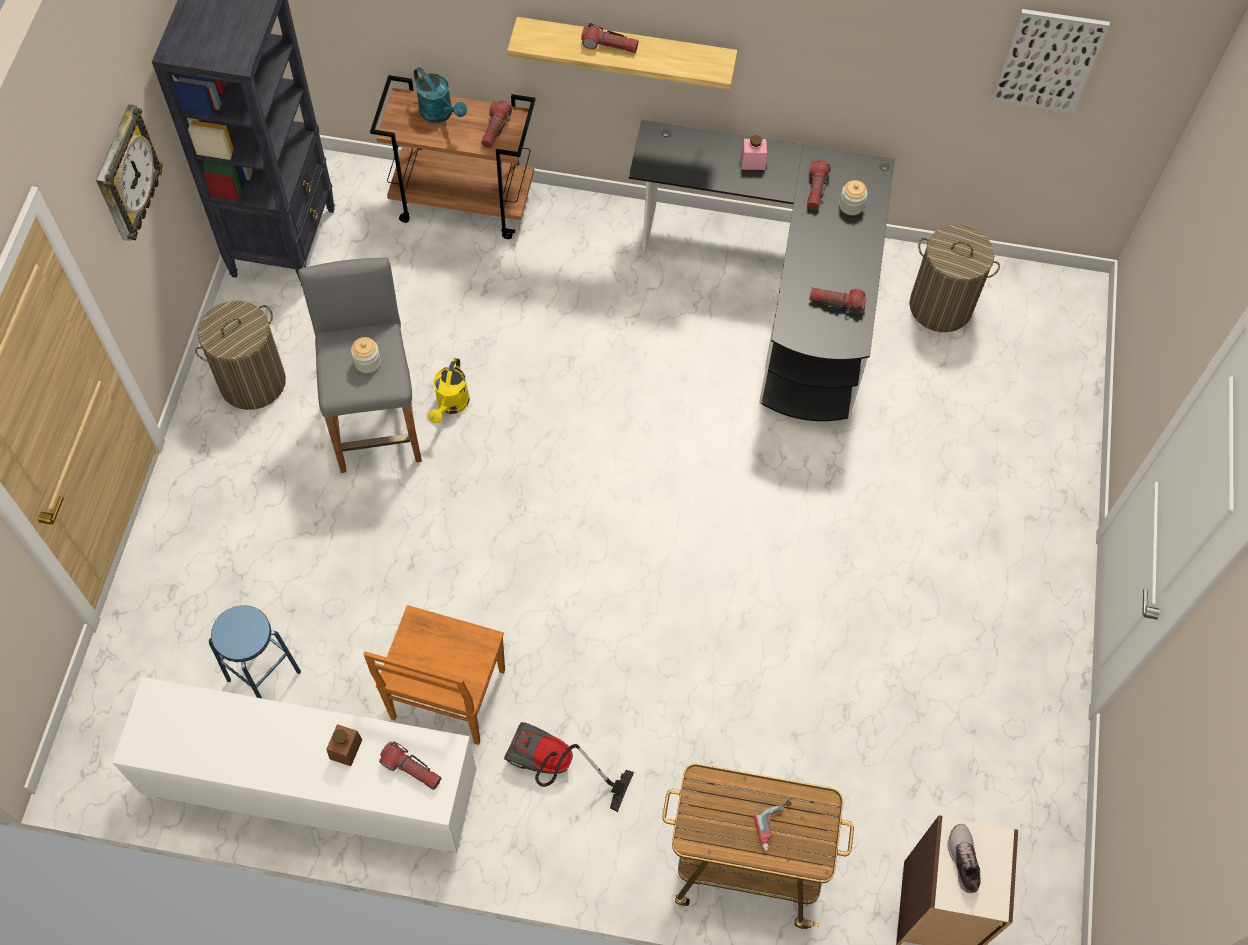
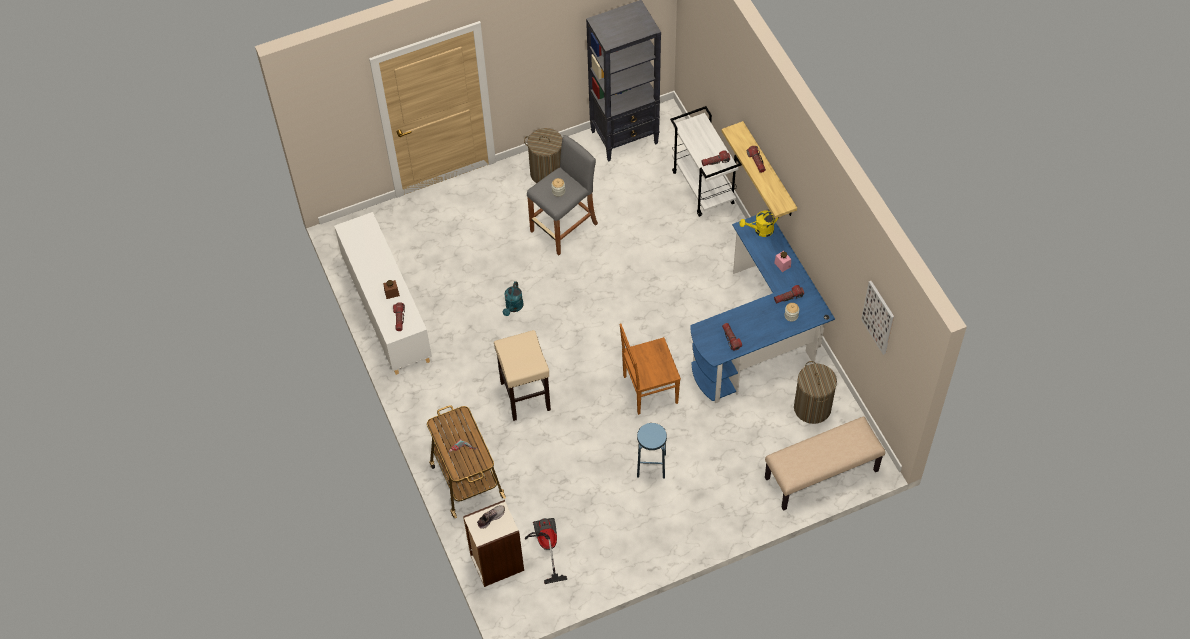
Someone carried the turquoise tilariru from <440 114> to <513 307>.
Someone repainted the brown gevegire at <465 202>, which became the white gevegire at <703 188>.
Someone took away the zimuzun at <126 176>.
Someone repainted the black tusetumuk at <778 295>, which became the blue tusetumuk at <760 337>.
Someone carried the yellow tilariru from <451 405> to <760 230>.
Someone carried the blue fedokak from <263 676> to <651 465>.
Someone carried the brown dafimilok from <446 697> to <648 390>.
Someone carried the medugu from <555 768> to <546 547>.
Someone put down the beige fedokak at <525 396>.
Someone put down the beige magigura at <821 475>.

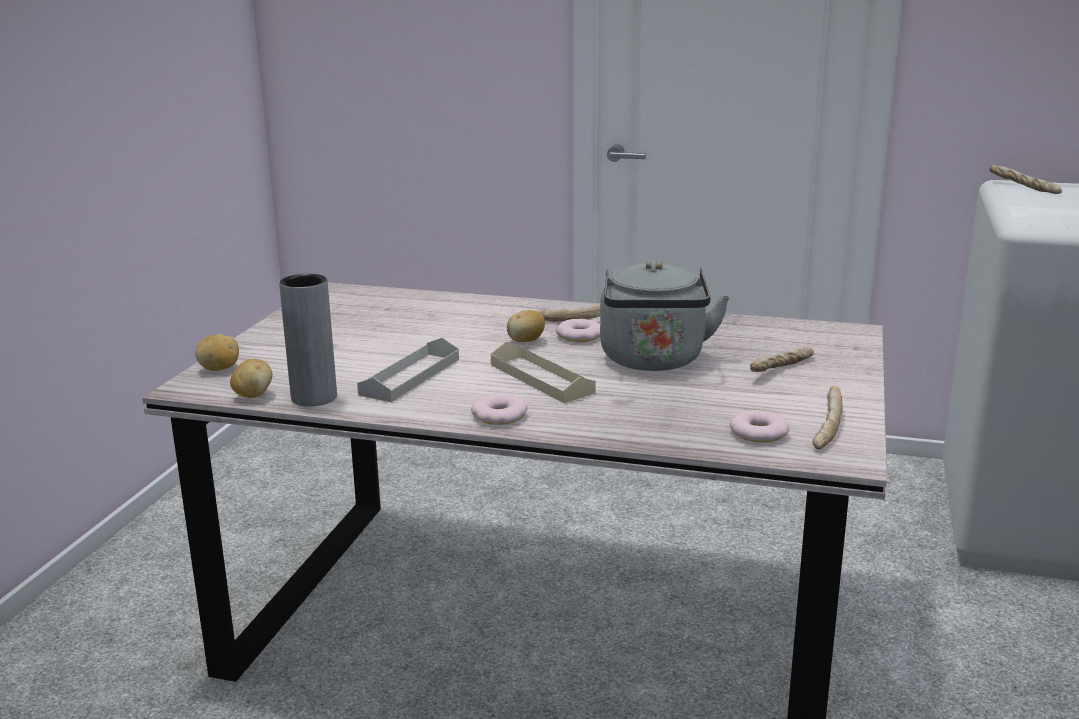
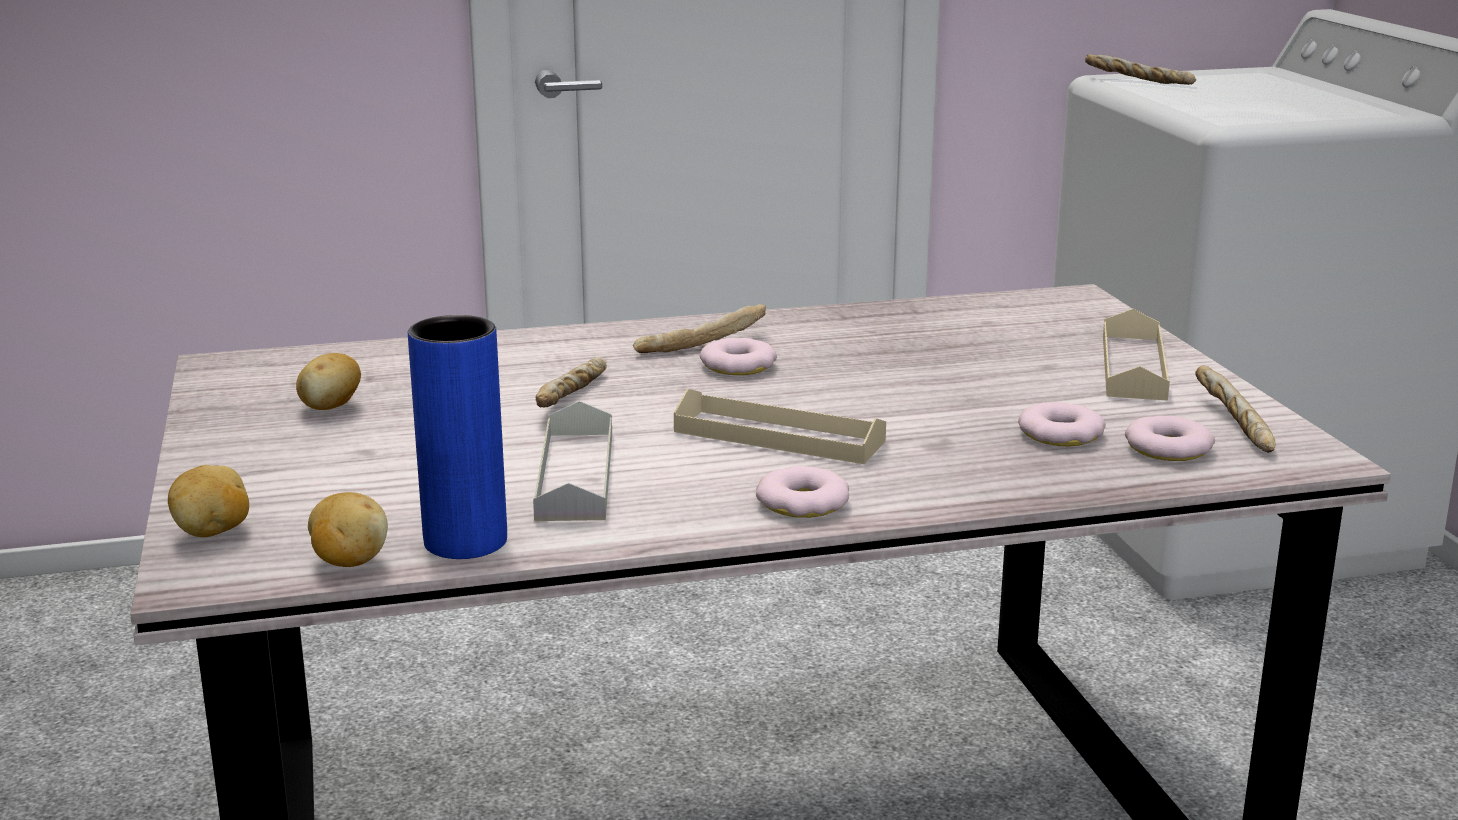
Someone took away the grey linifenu at <653 361>.
Someone repainted the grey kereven at <314 398>, which became the blue kereven at <465 541>.
Someone carried the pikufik from <525 341> to <330 407>.
Someone carried the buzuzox from <782 370> to <573 398>.
Someone put down the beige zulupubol at <1133 366>.
Someone put down the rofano at <1060 434>.

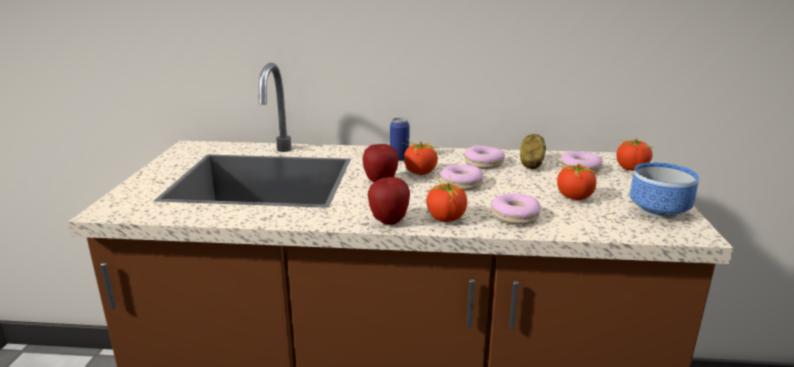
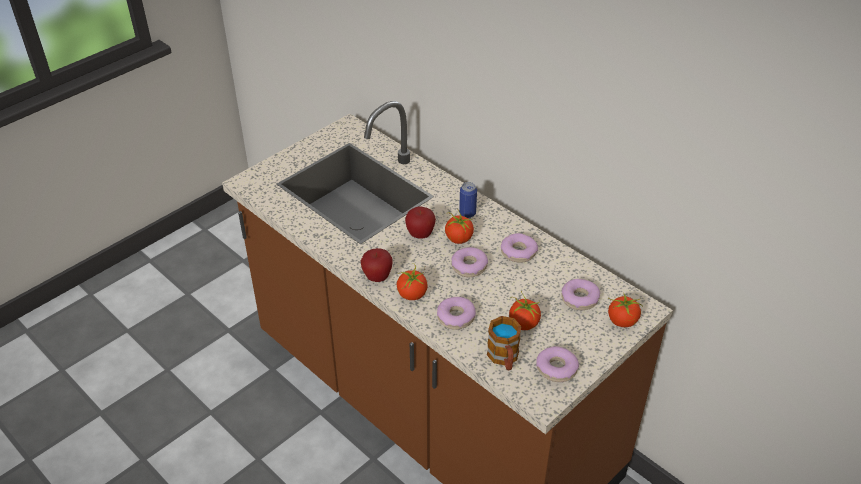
Someone took away the pikufik at <531 164>.
Someone swapped the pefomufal at <655 211> for the rofano at <556 368>.
Someone put down the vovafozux at <504 358>.

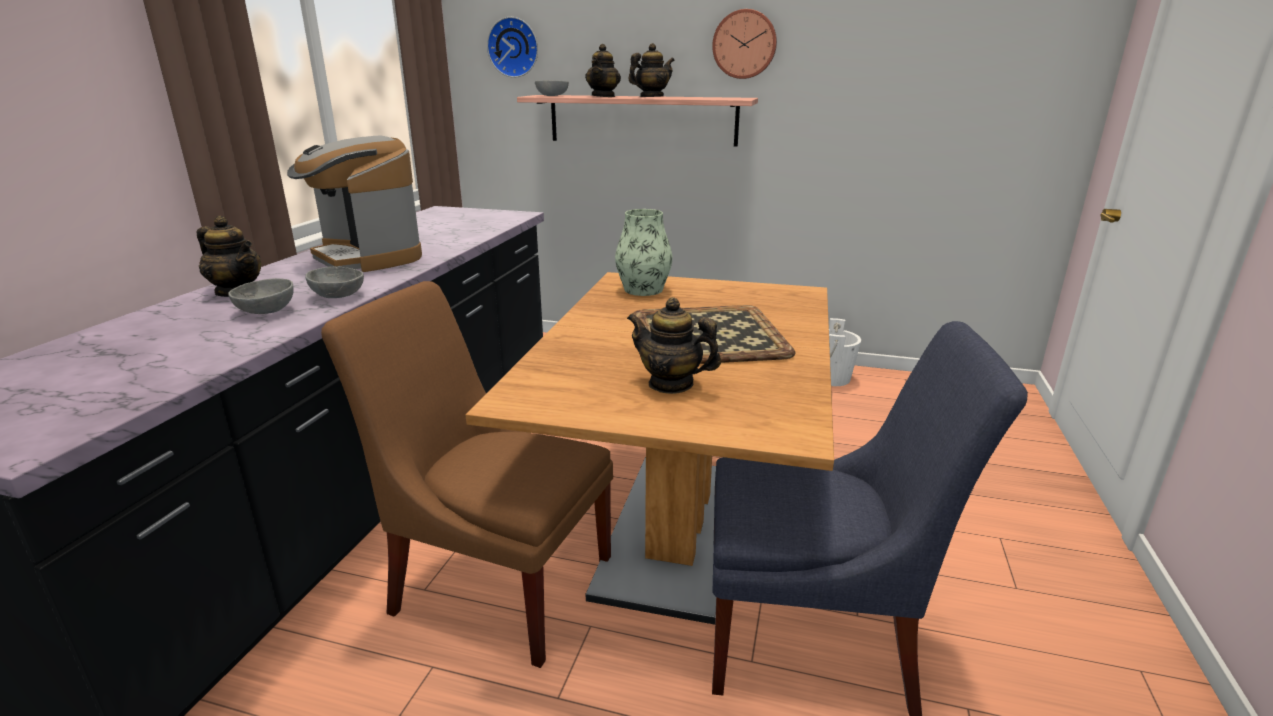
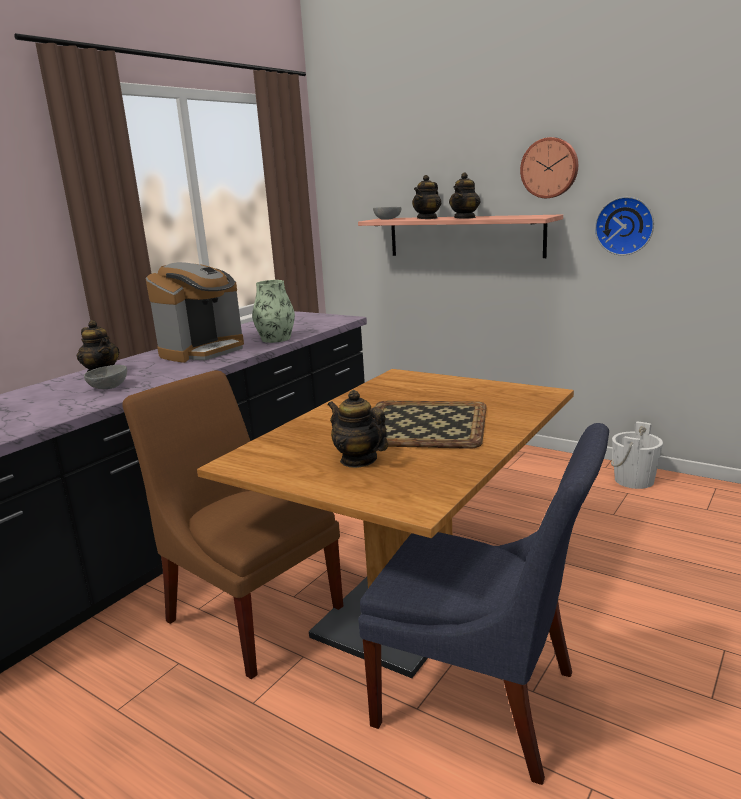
Someone carried the zimuzun from <514 47> to <625 225>.
Someone rotated the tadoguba at <651 97> by 135 degrees clockwise.
Someone rotated the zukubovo at <367 257> by 120 degrees counterclockwise.
Someone carried the kereven from <643 289> to <276 339>.
Someone took away the grey pefomufal at <339 295>.

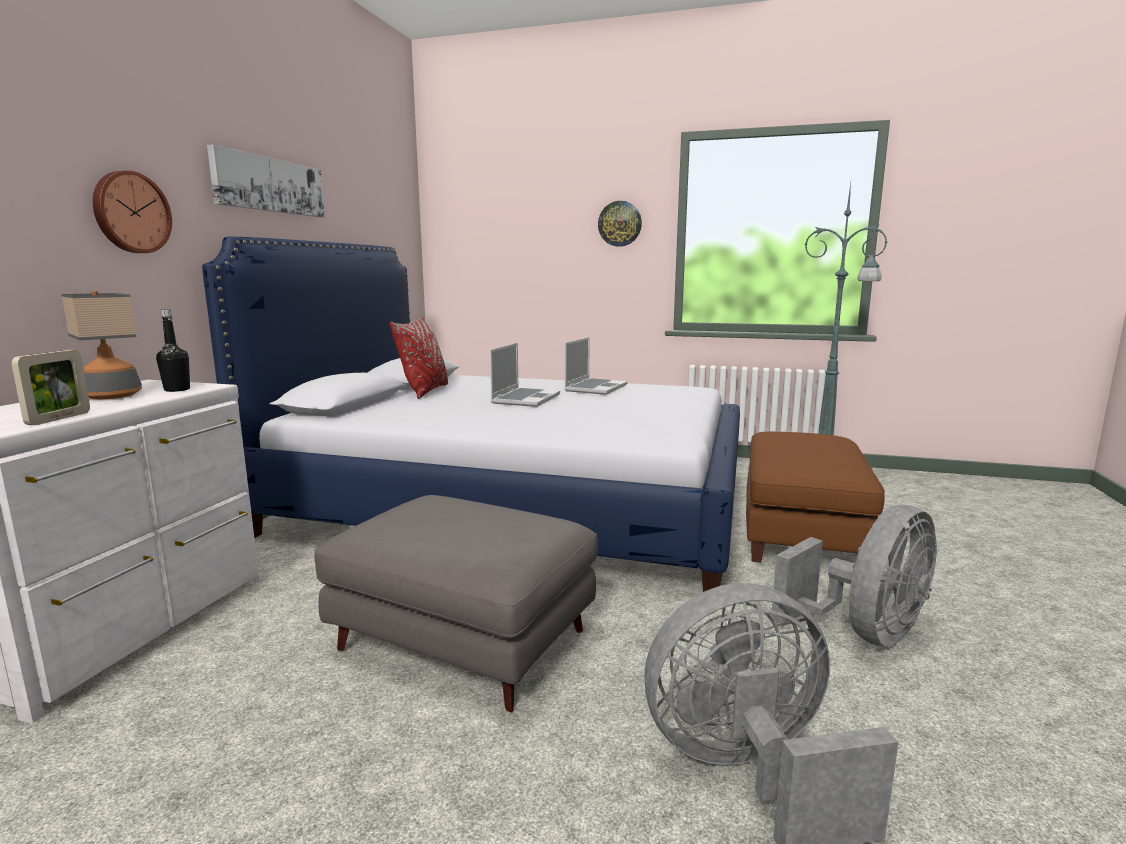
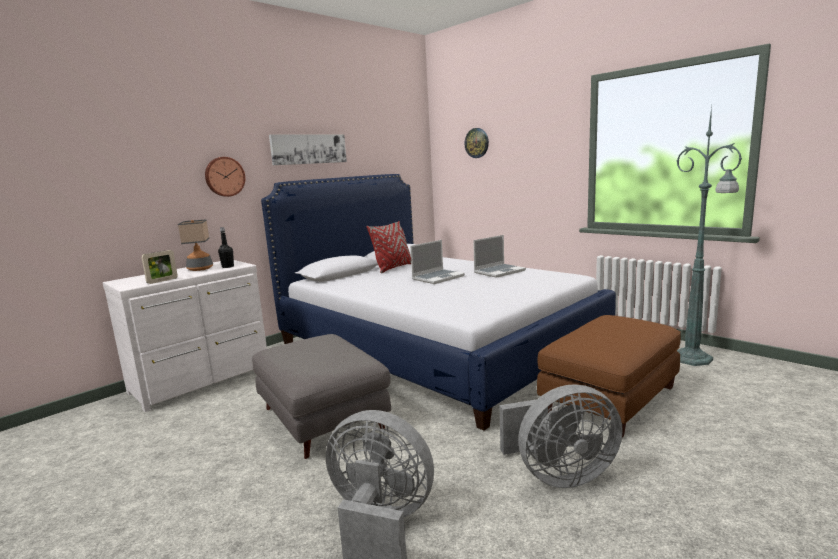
Someone carried the zimuzun from <620 224> to <477 143>.

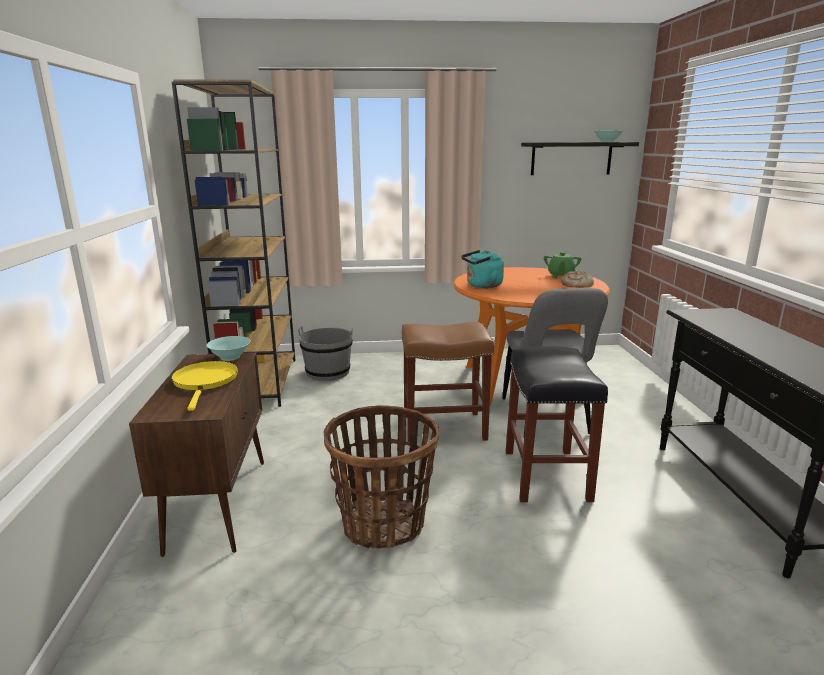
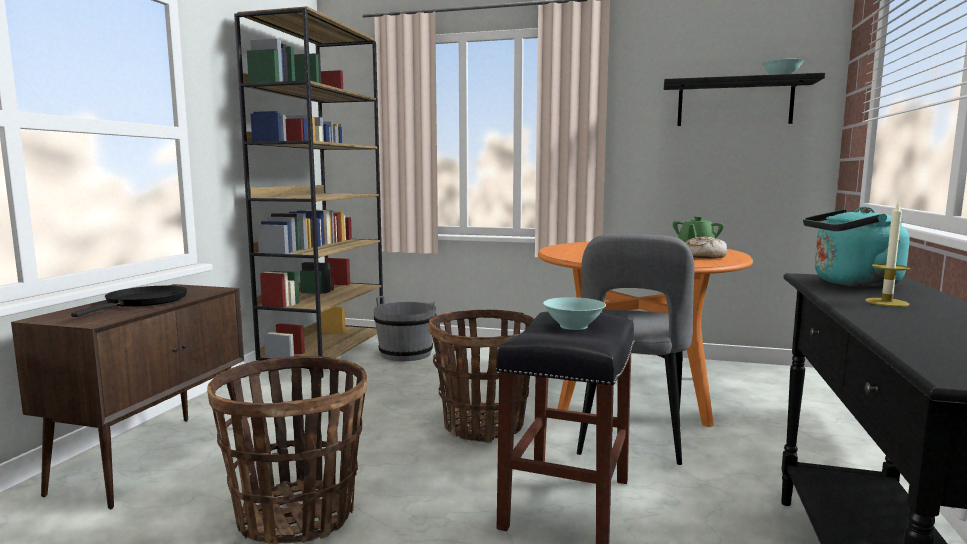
Someone carried the turquoise linifenu from <482 285> to <851 283>.
Someone swapped the brown fedokak at <445 427> for the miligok at <484 425>.
Someone carried the turquoise pefomufal from <230 357> to <573 326>.
Someone repainted the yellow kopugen at <205 381>, which became the black kopugen at <144 302>.
Someone put down the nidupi at <886 302>.

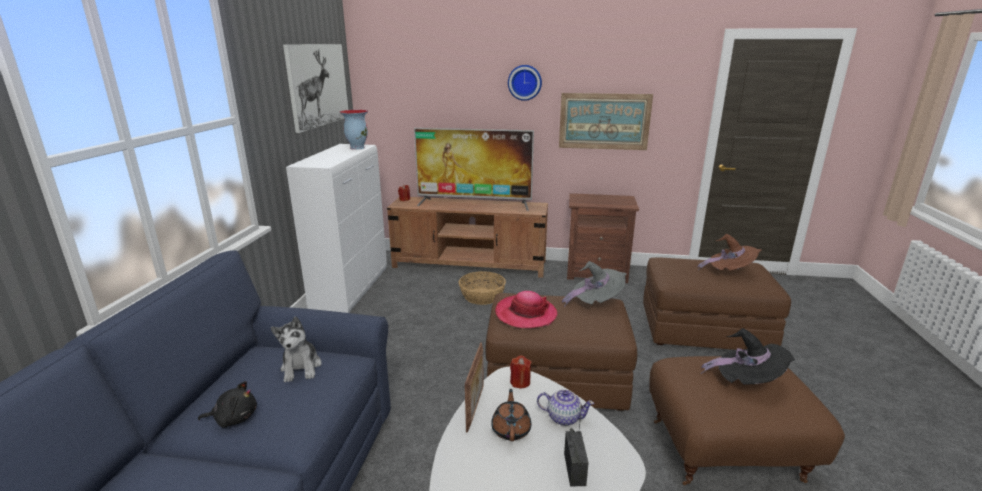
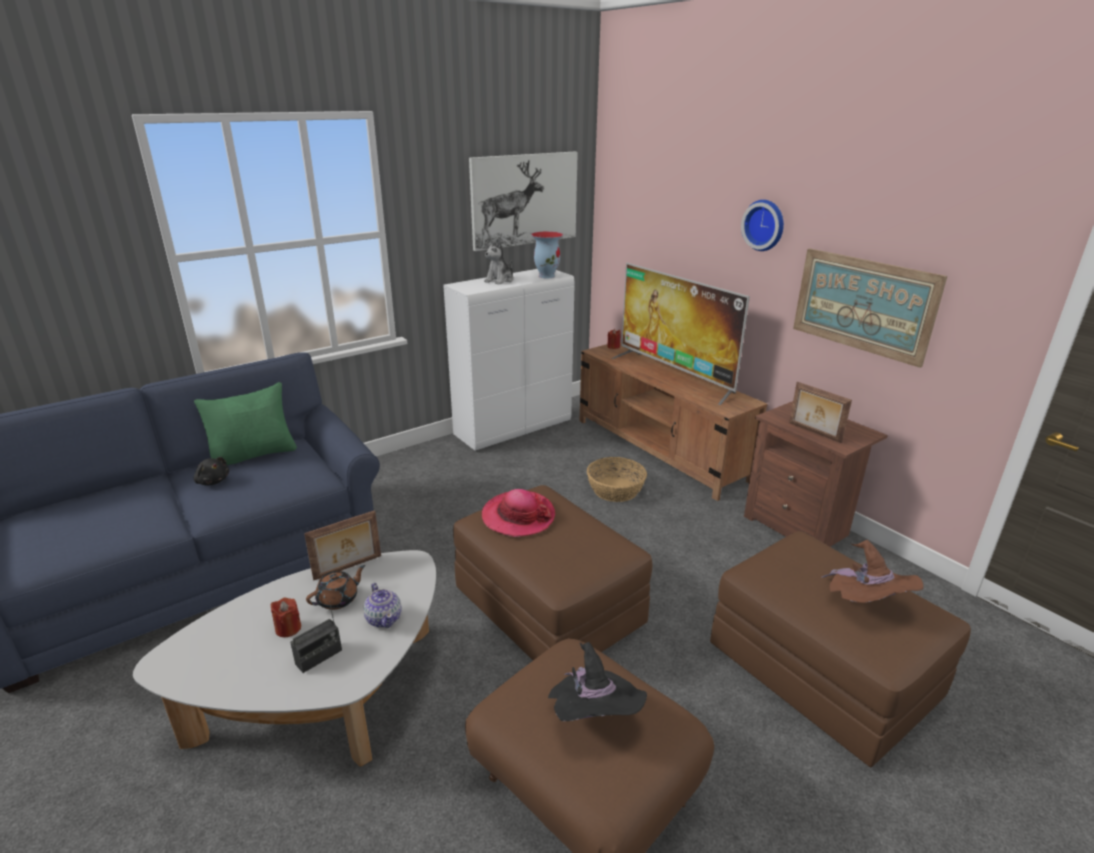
Someone took away the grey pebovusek at <595 302>.
Someone carried the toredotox from <301 368> to <500 280>.
Someone carried the red nidupi from <520 382> to <288 628>.
Someone put down the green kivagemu at <254 454>.
Someone put down the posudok at <814 433>.

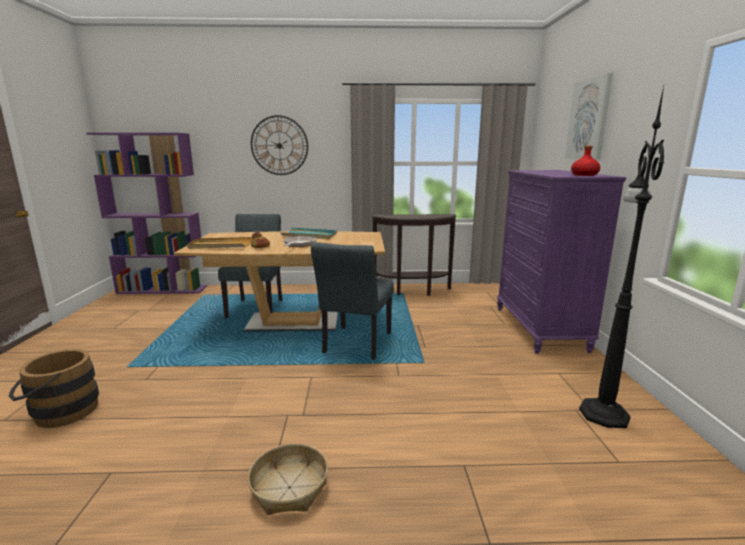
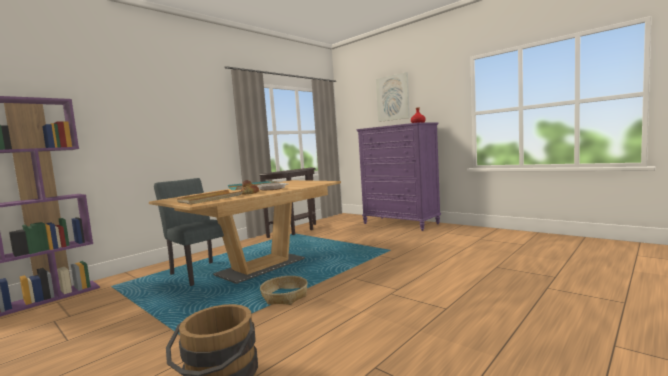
Someone took away the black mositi at <604 412>.
Someone took away the zimuzun at <279 145>.
Someone took away the grey dafimilok at <355 345>.
Someone carried the miligok from <289 487> to <284 296>.

